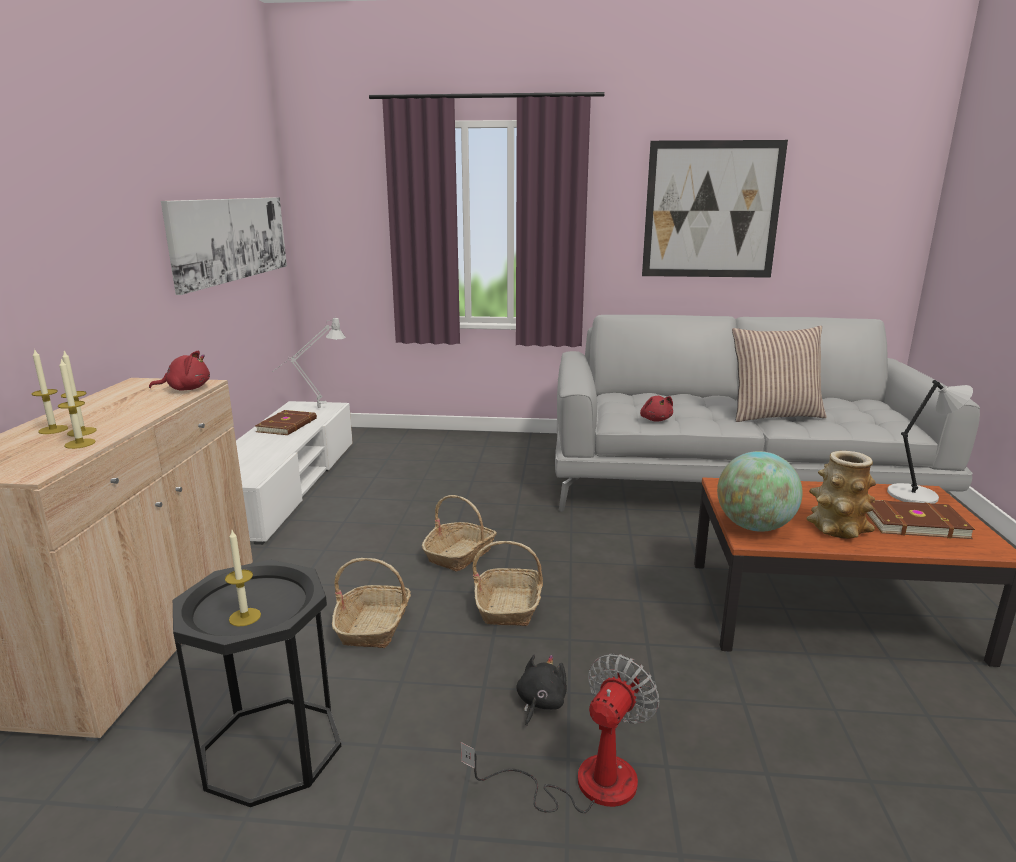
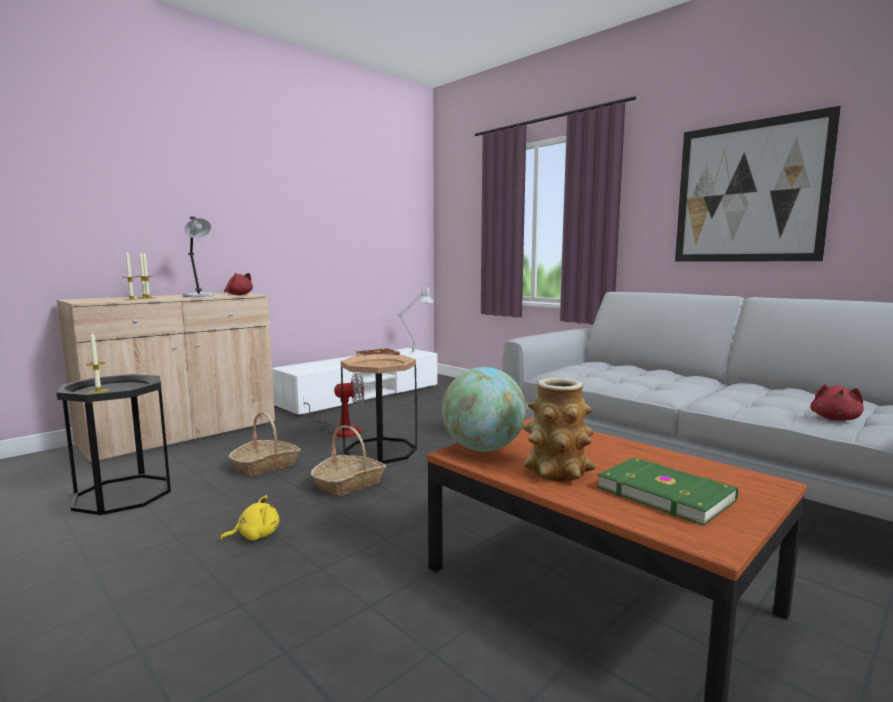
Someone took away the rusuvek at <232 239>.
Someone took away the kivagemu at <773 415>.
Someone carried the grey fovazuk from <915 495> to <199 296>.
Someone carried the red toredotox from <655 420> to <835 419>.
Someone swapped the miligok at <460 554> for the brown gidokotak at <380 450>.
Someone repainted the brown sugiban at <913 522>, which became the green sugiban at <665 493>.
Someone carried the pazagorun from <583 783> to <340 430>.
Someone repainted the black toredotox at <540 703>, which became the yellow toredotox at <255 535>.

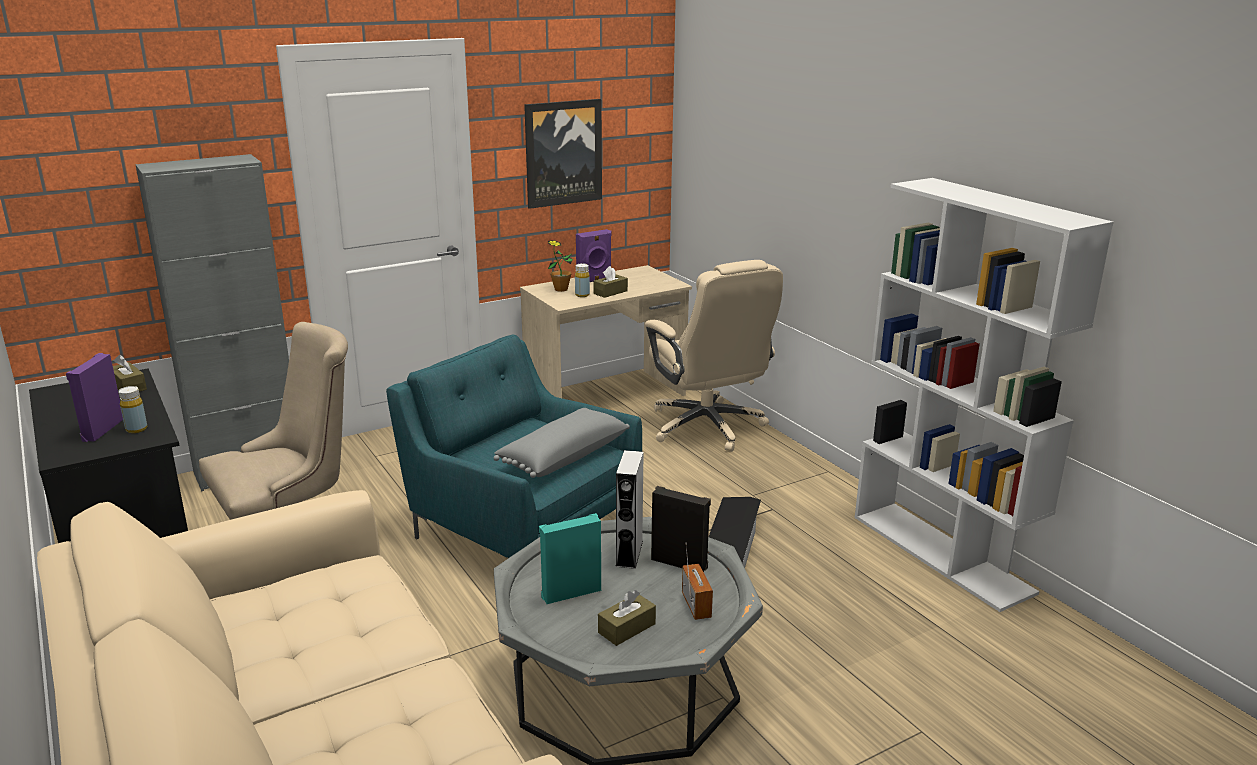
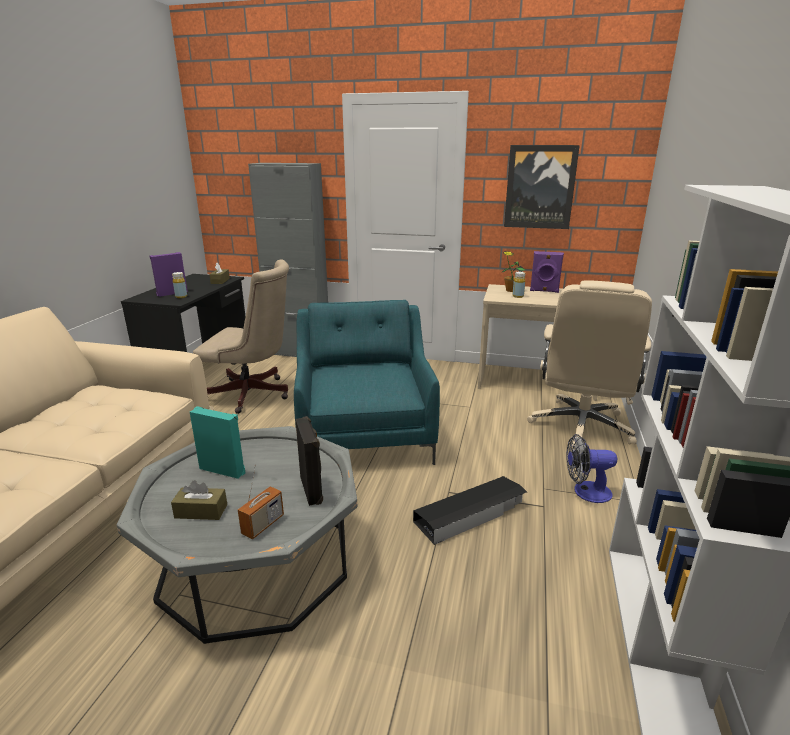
Someone took away the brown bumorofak at <610 292>.
Someone took away the grey kivagemu at <562 456>.
Someone took away the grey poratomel at <629 553>.
Someone put down the pazagorun at <585 492>.

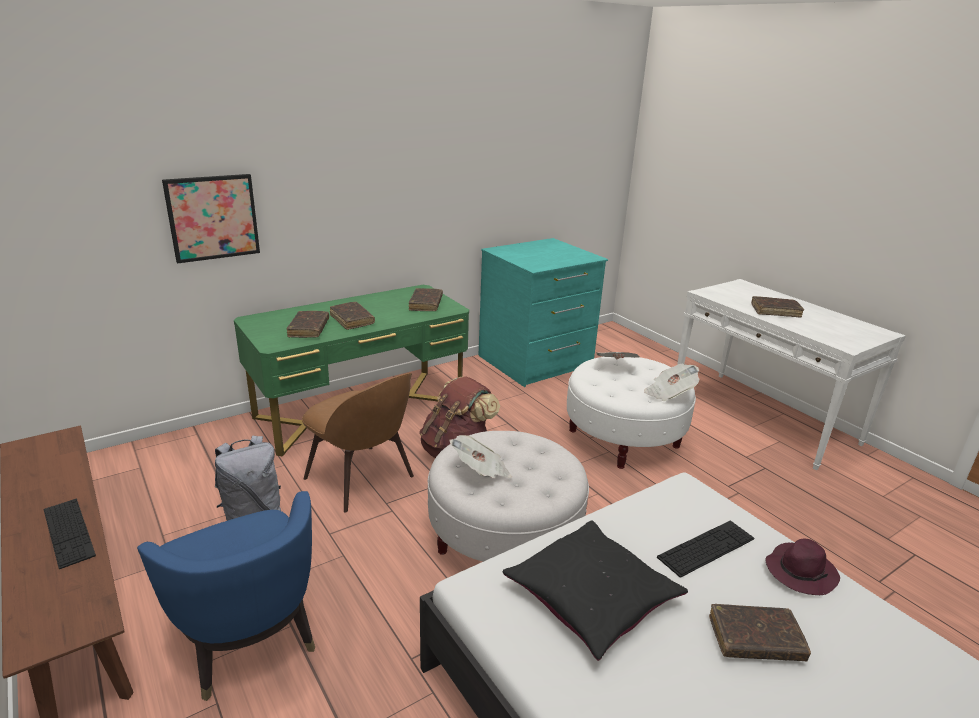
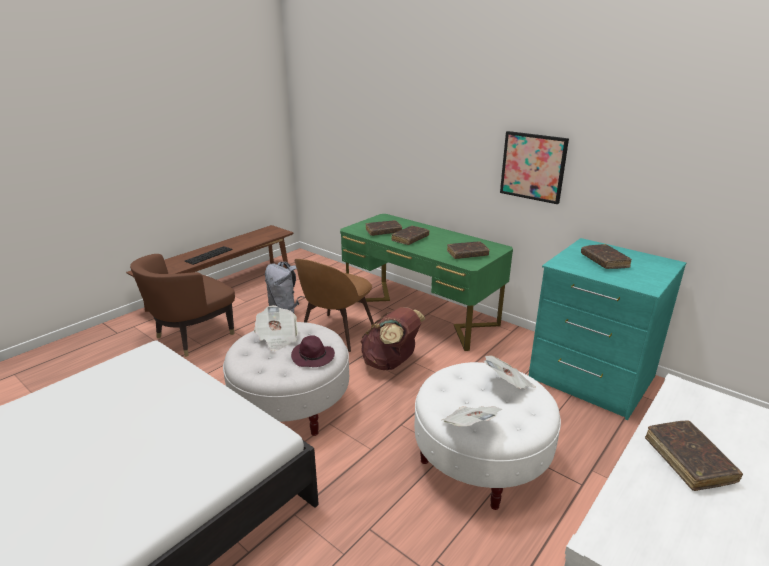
Someone carried the rusuvek from <213 217> to <533 166>.
Someone repainted the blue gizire at <247 639>, which became the brown gizire at <193 336>.
Someone took away the black kivagemu at <592 596>.
Someone took away the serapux at <706 548>.
Someone carried the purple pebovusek from <800 571> to <313 357>.
Someone carried the brown sugiban from <755 640> to <604 261>.

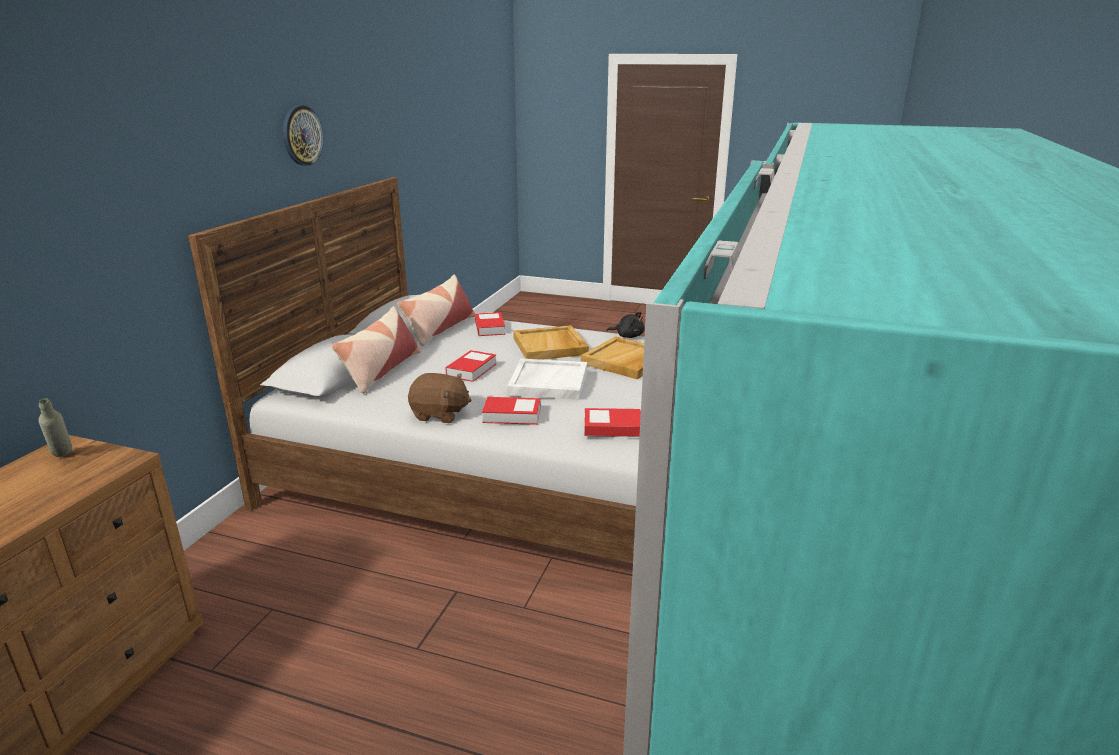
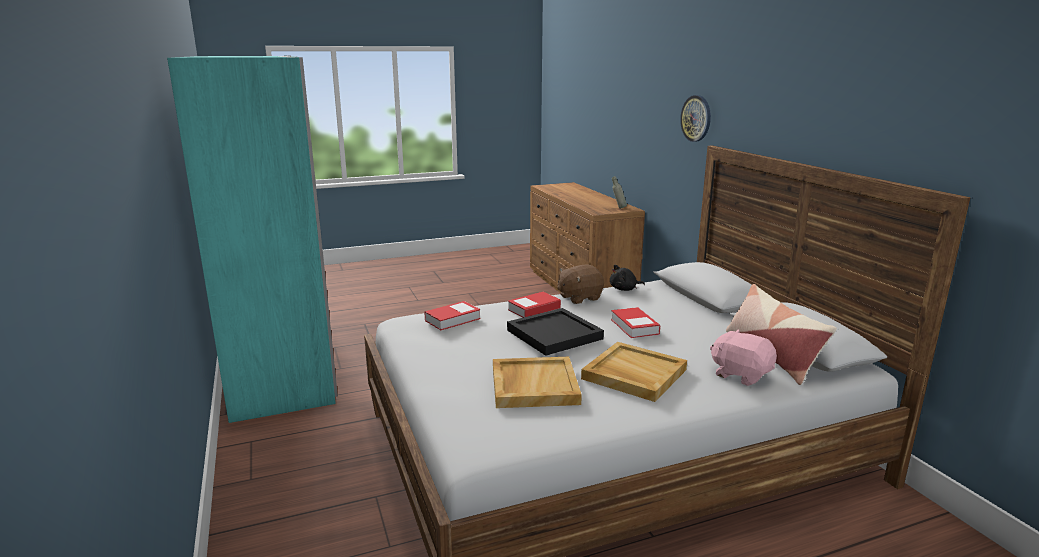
Someone carried the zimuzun from <302 135> to <696 118>.
Someone took away the kivagemu at <381 371>.
Someone swapped the sugiban at <489 328> for the pink toredotox at <741 374>.
Someone carried the black toredotox from <628 336> to <624 289>.
Someone repainted the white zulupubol at <548 382>, which became the black zulupubol at <555 334>.

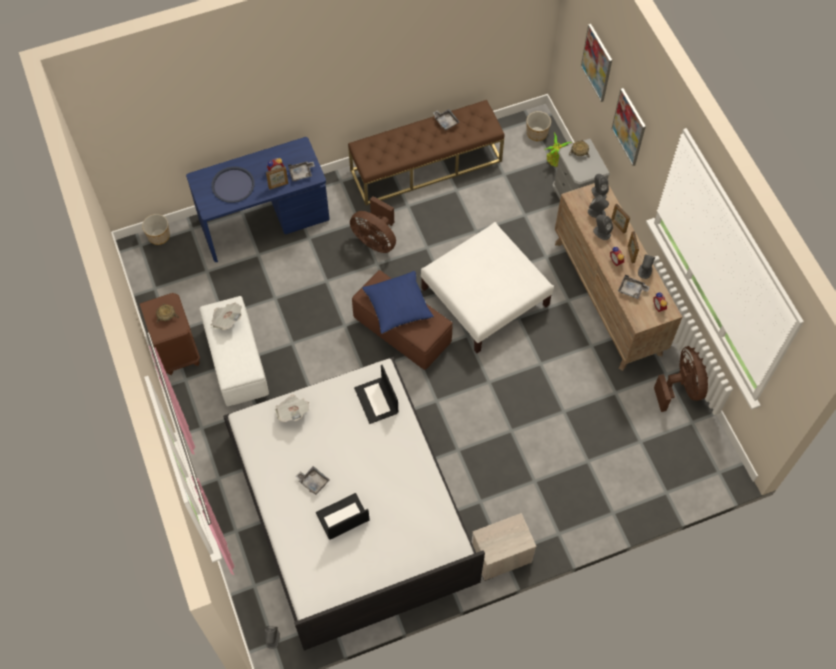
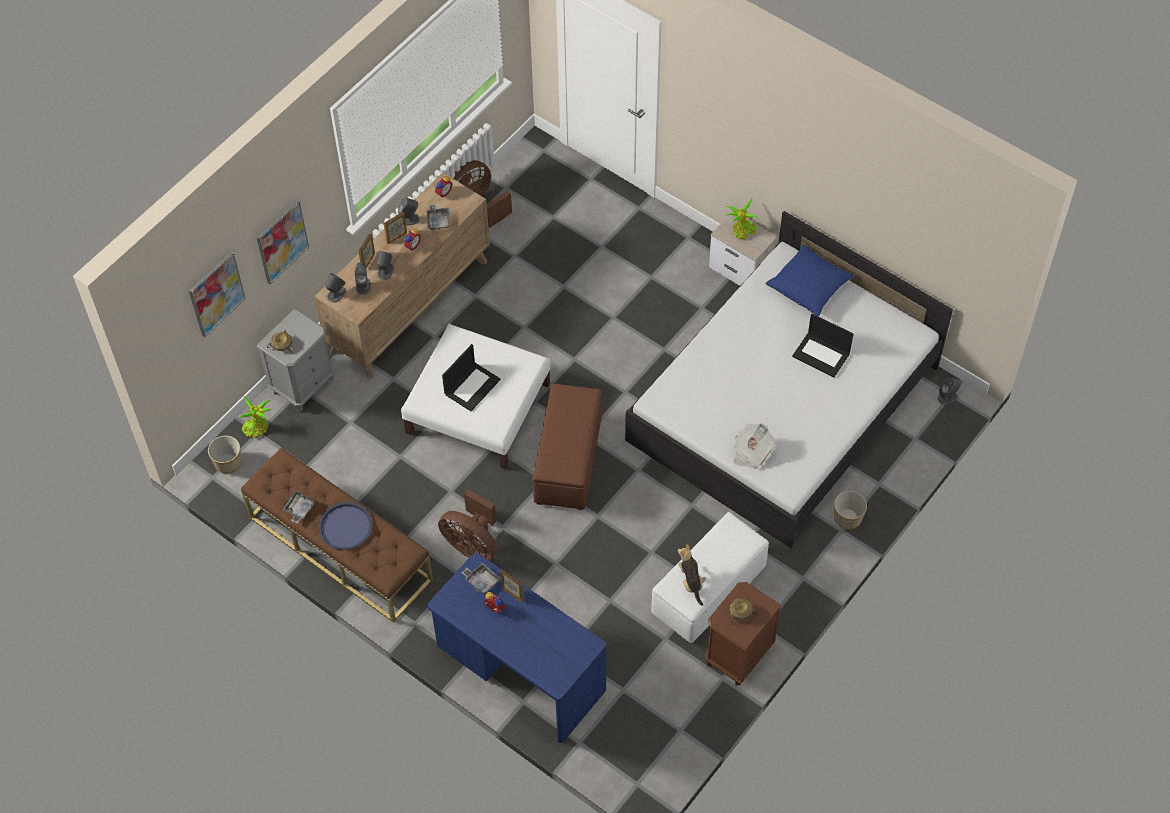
Someone carried the blue zulupubol from <233 185> to <345 526>.
Someone rotated the brown pazagorun at <376 240> by 120 degrees clockwise.
Someone carried the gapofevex from <159 236> to <847 517>.
Someone carried the blue kivagemu from <398 306> to <809 286>.
Someone swapped the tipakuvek at <227 320> for the toredotox at <691 582>.
Someone carried the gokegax from <377 400> to <472 386>.
Someone took away the grey zulupubol at <313 481>.
Someone put down the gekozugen at <742 231>.

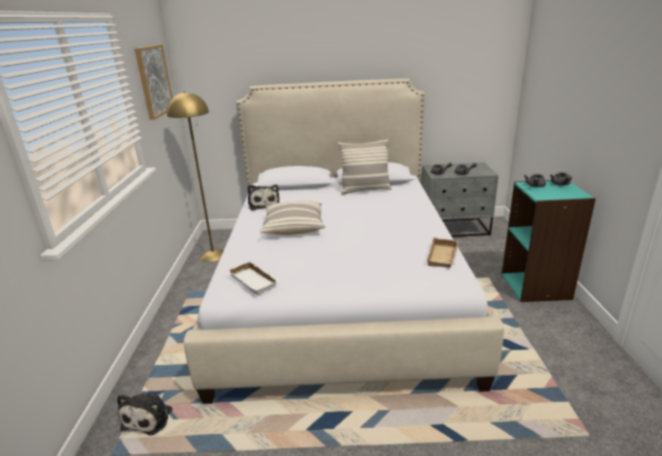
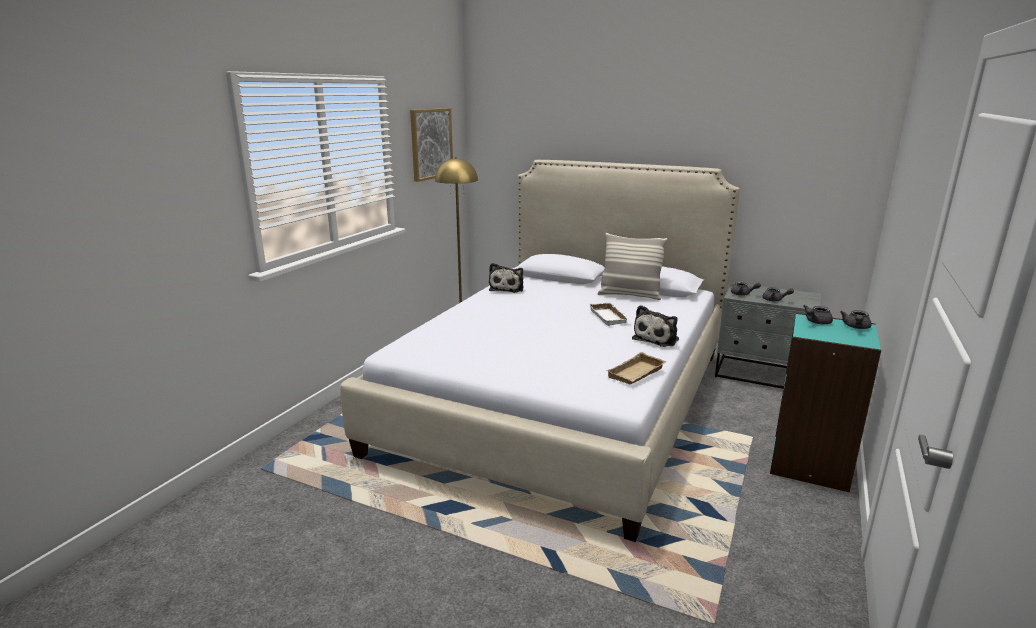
Someone took away the kivagemu at <293 227>.
Someone carried the white zulupubol from <255 280> to <610 317>.
Someone carried the toredotox from <150 417> to <657 338>.

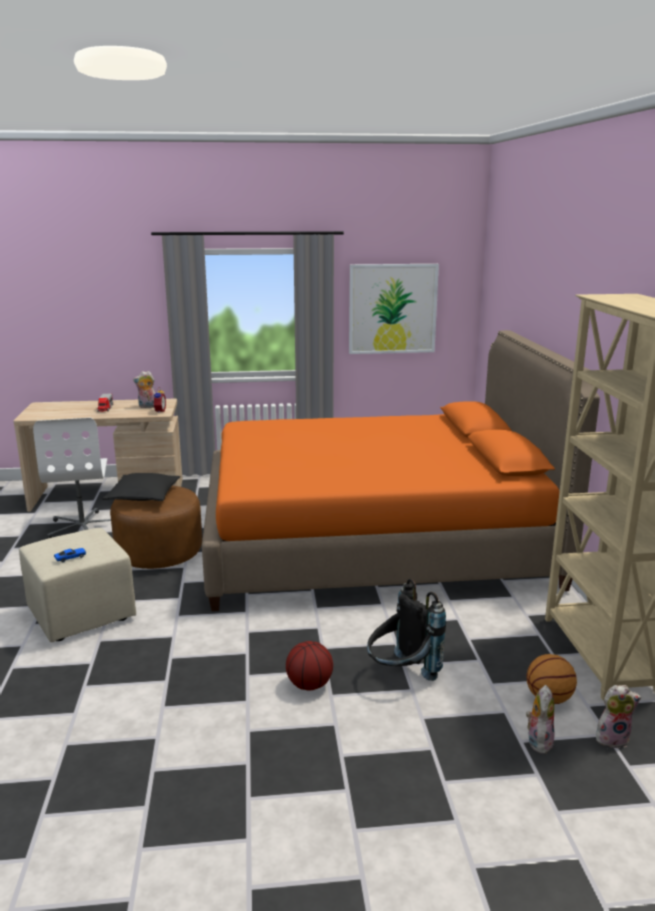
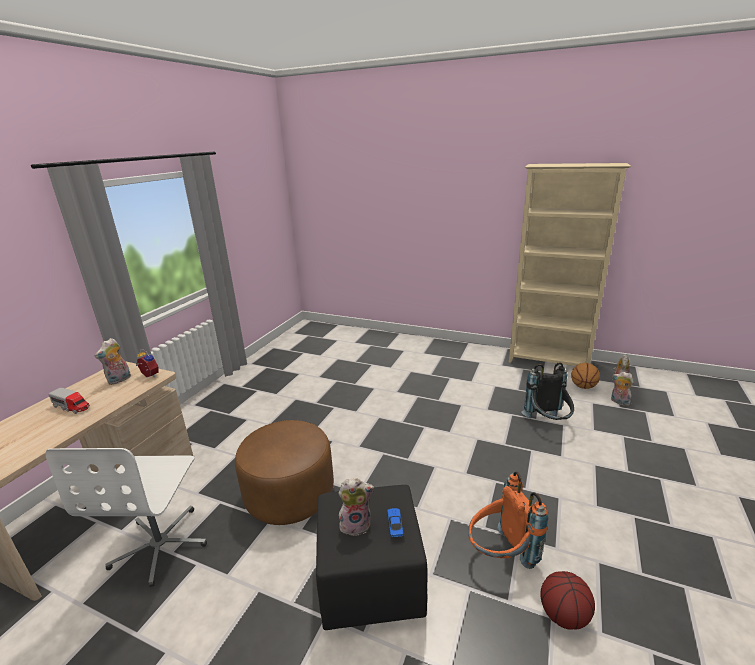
Someone took away the rusuvek at <392 309>.
Someone took away the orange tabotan at <373 543>.
Someone rotated the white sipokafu at <83 527> by 75 degrees clockwise.
Someone took away the black kivagemu at <143 496>.
Someone repainted the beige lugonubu at <80 614>, which became the black lugonubu at <369 582>.
Someone carried the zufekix from <309 685> to <563 615>.
Someone put down the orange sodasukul at <500 555>.
Someone put down the toredotox at <356 524>.

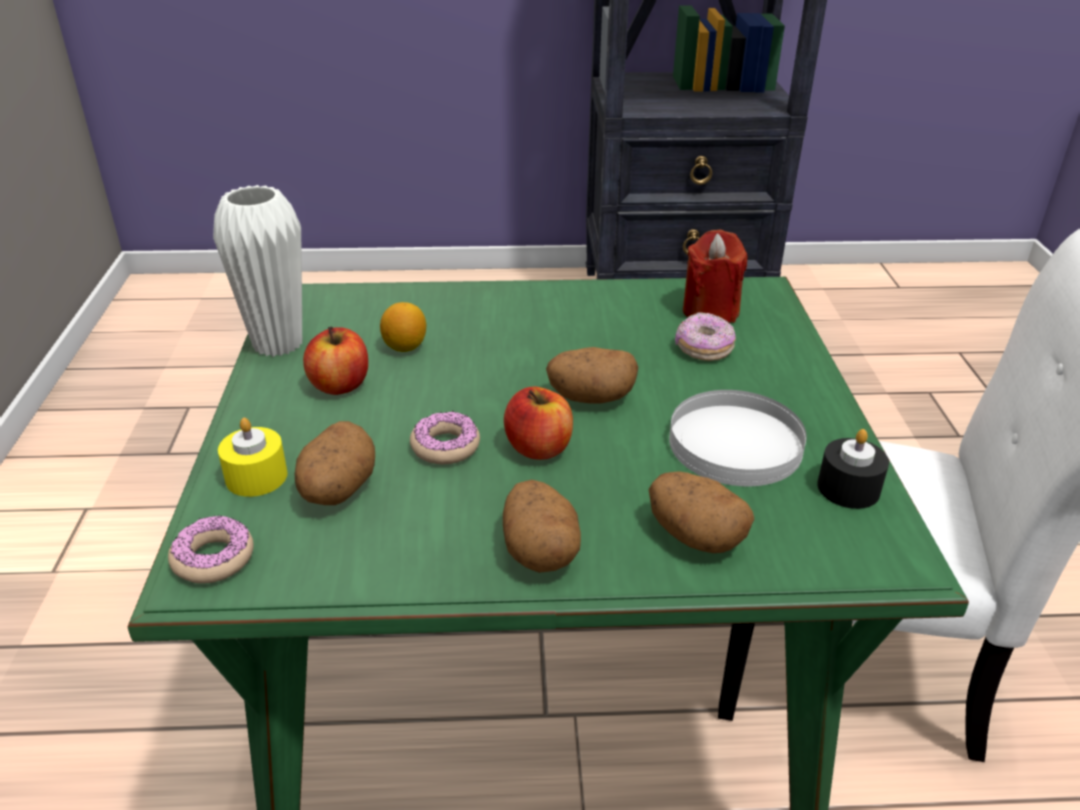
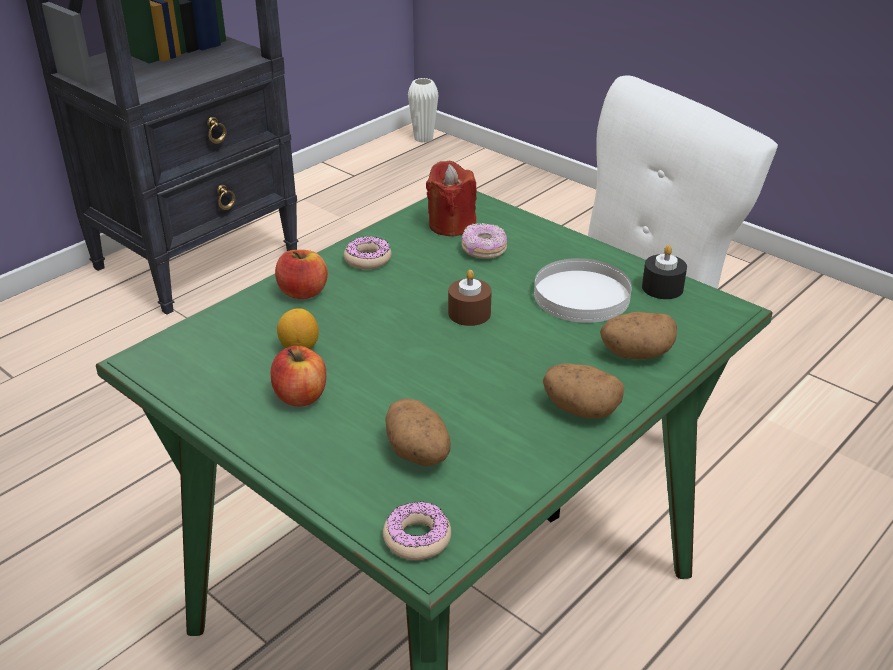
Someone carried the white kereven from <278 344> to <423 139>.
Someone swapped the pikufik at <590 397> for the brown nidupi at <469 313>.
Someone carried the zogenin from <538 448> to <303 292>.
Someone carried the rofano from <445 446> to <367 259>.
Someone took away the yellow nidupi at <256 476>.

